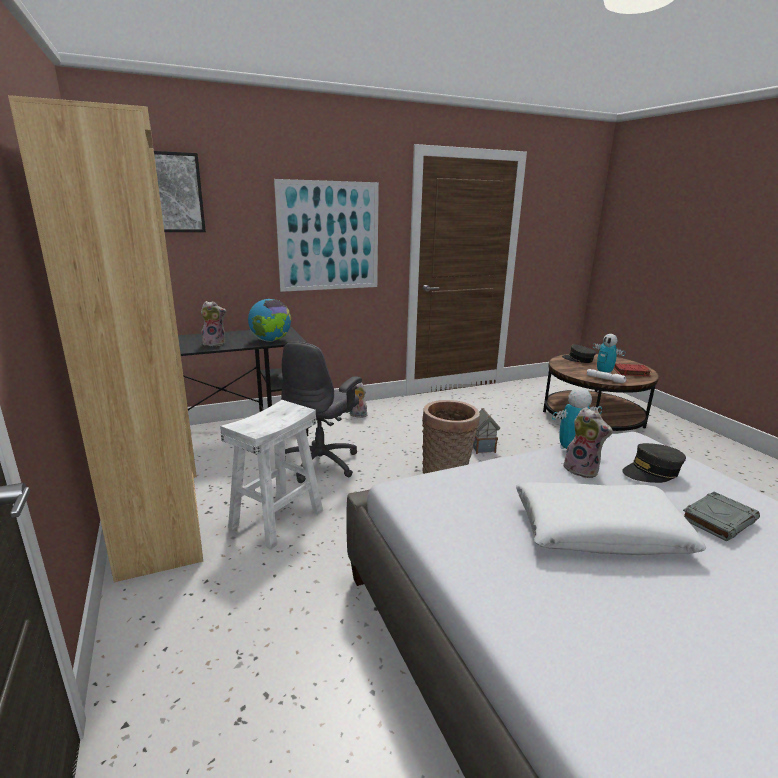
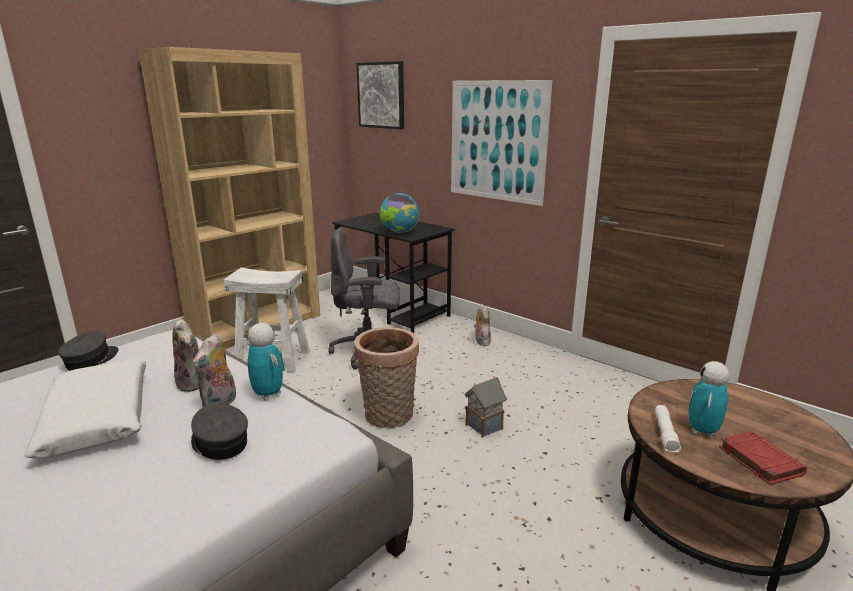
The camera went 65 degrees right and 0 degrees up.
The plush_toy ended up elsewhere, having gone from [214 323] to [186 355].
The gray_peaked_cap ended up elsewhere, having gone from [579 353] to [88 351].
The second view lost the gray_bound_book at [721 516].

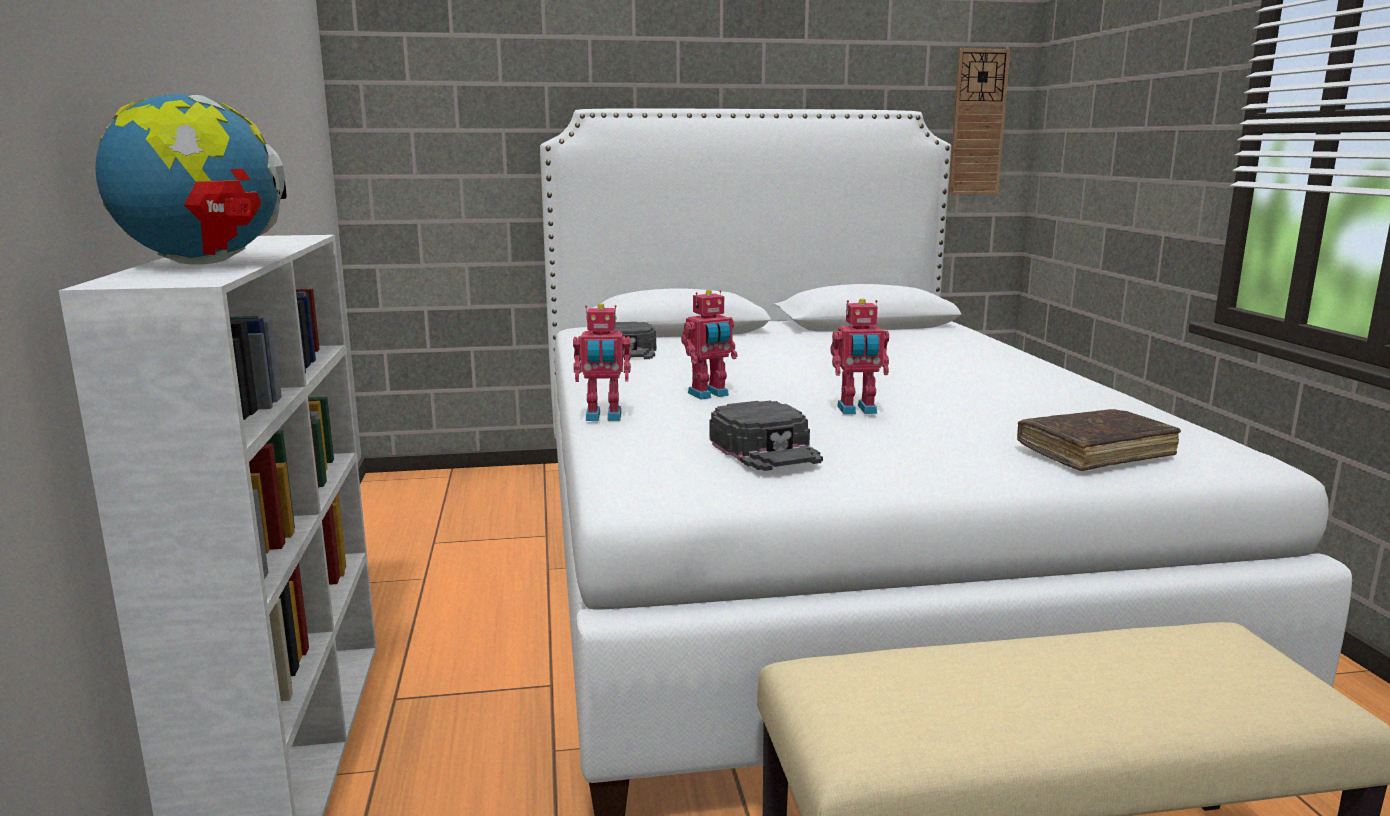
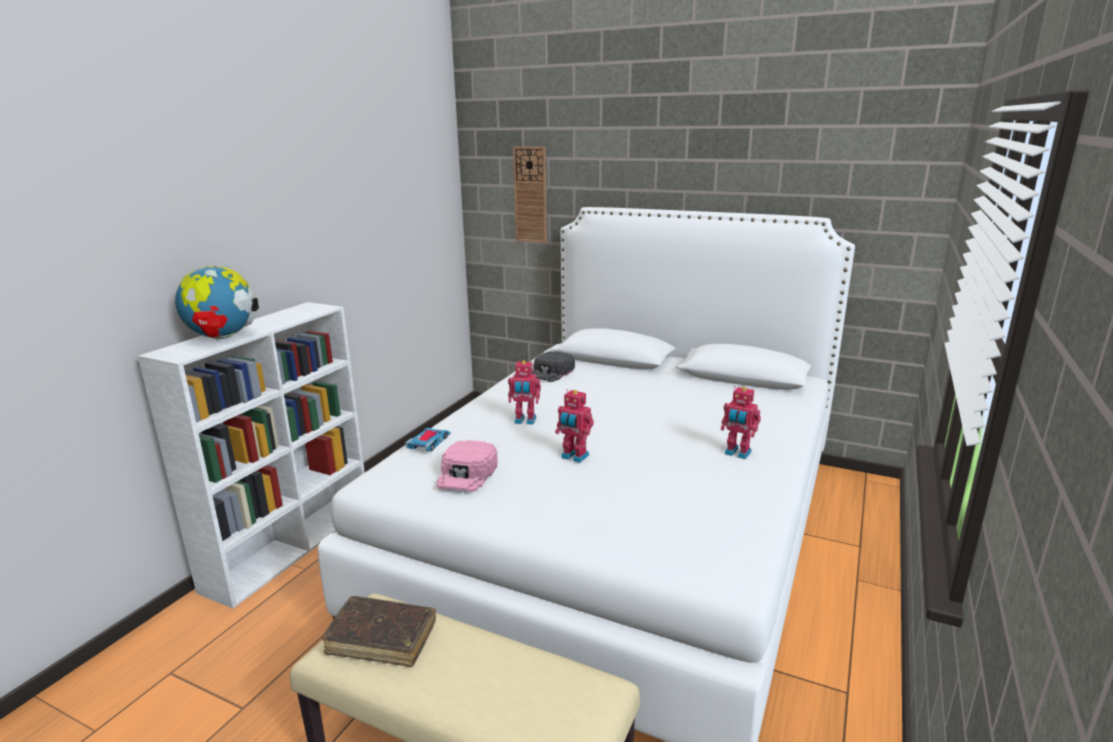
The camera went 35 degrees right and 5 degrees up.
The hanging_clock ended up elsewhere, having gone from [979 121] to [530 195].
The model_robot ended up elsewhere, having gone from [602 362] to [741 422].
What was the blackish_peaked_cap at [766 435] turned into the pinkish_peaked_cap at [467 466].
The brown-coloured_bound_book ended up elsewhere, having gone from [1099 440] to [379 631].
The second view gained the model_car at [428 440].

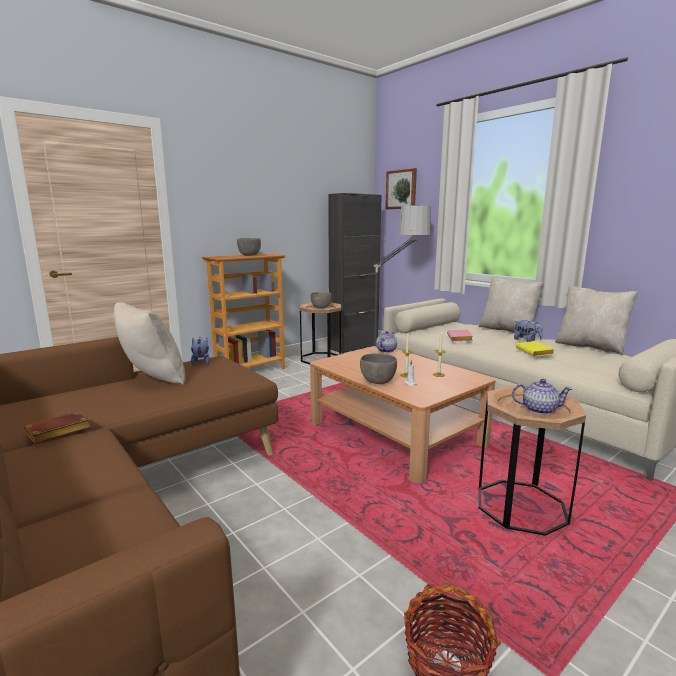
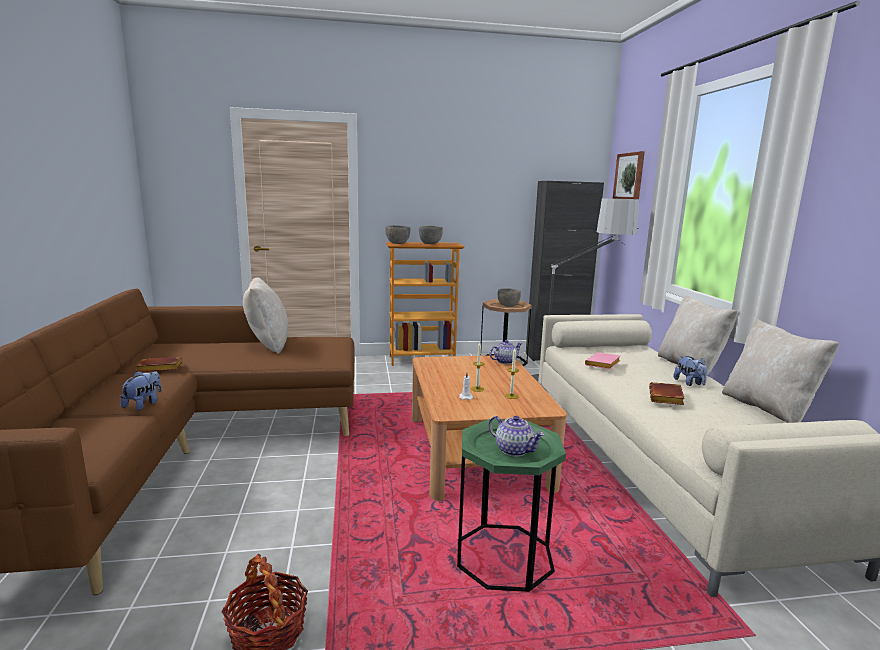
The camera went 30 degrees right and 0 degrees up.
The plush_toy ended up elsewhere, having gone from [200 351] to [141 390].
What was the yellowish_bound_book at [535 349] turned into the brown-coloured_bound_book at [667 393].
The gray_bowl ended up elsewhere, having gone from [378 368] to [397 234].
What was the brown-coloured_end_table at [532 461] turned into the greenish_end_table at [511 505].

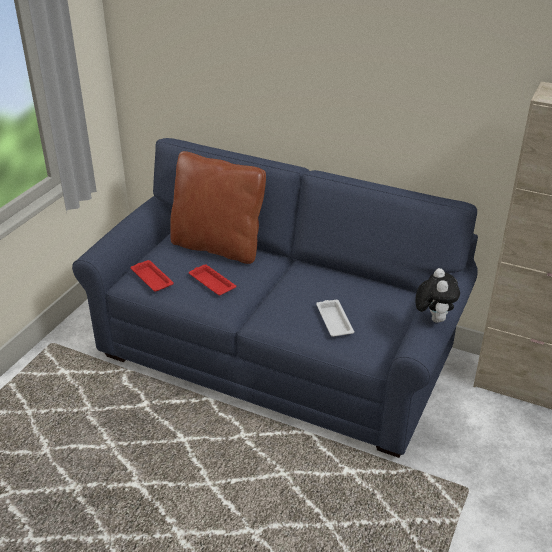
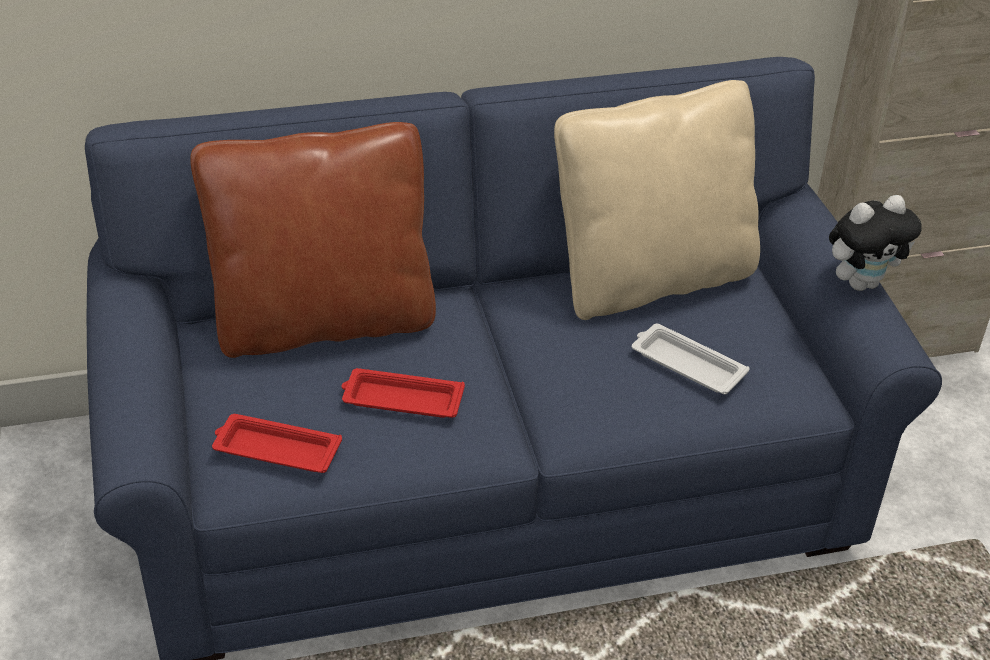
The camera went 40 degrees left and 5 degrees up.
The plush_toy at [438 295] ended up facing another way, 105 degrees clockwise from before.
The second view gained the sand-coloured_throw_pillow at [657 200].

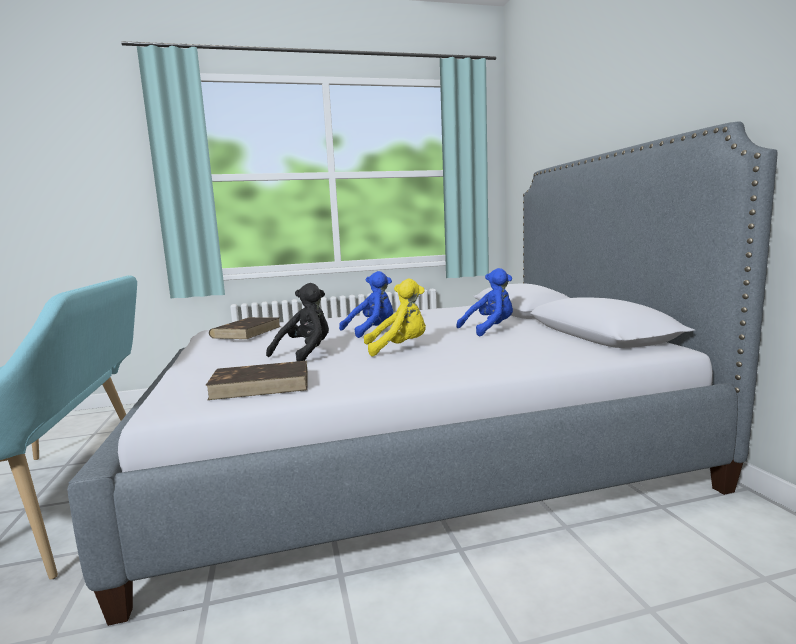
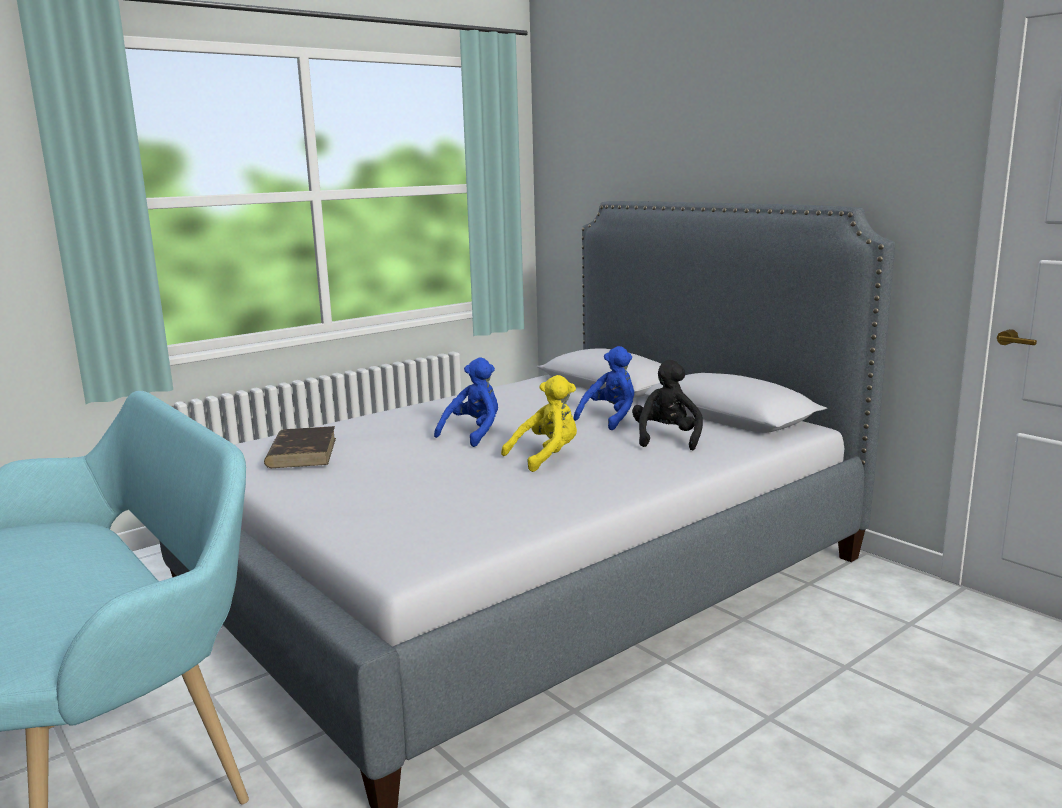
The camera went 25 degrees left and 5 degrees up.
The blackish_plush_toy ended up elsewhere, having gone from [297 322] to [667 405].
The second view lost the brown-coloured_bound_book at [256 380].

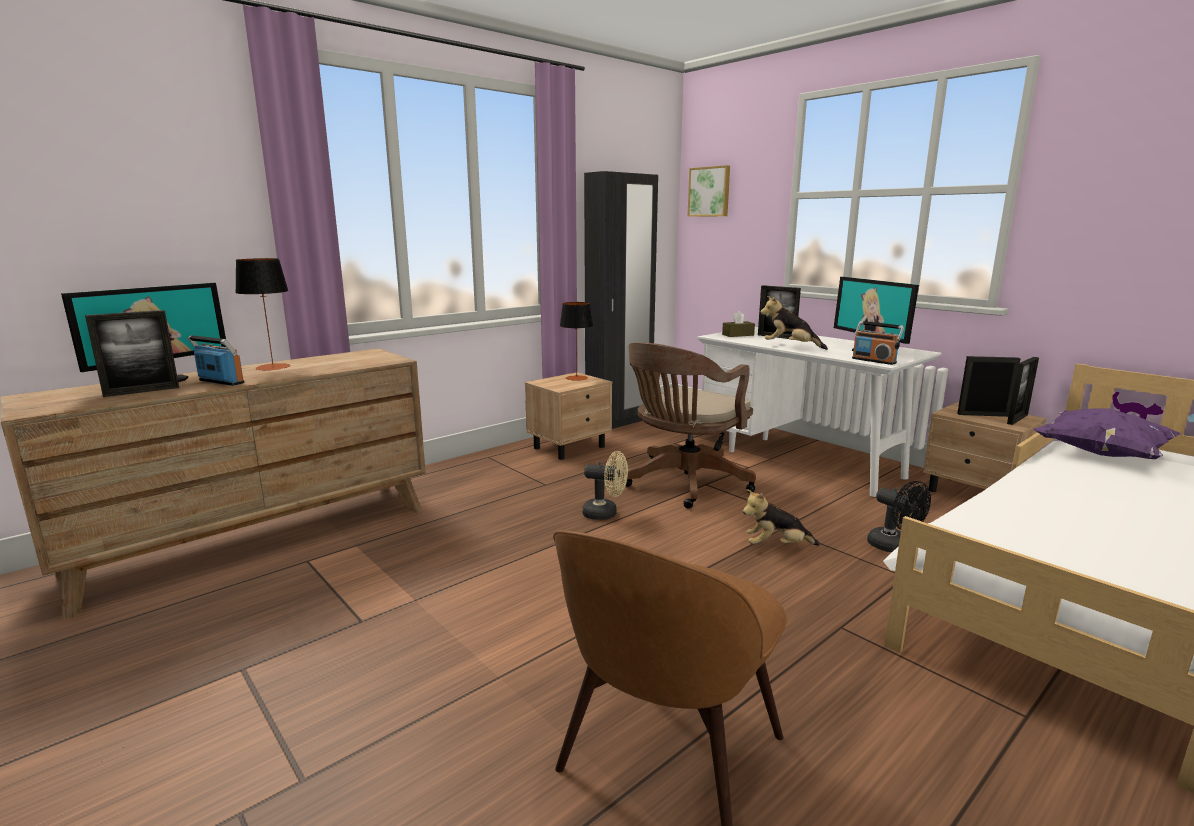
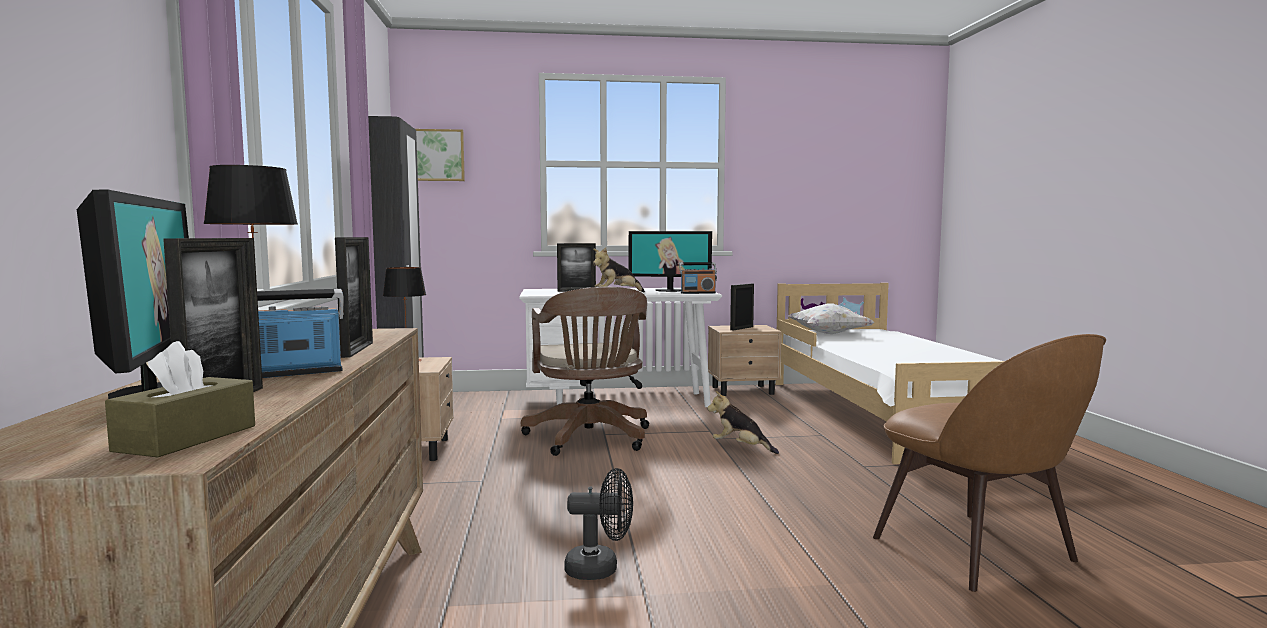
The camera went 55 degrees left and 10 degrees down.
The brown-coloured_tissue_holder ended up elsewhere, having gone from [738 324] to [180 399].
The picture_frame ended up elsewhere, having gone from [1023 391] to [354 297].
What was the purple-coloured_throw_pillow at [1107 433] turned into the whitish_throw_pillow at [831 318].
The second view lost the sand-coloured_cooling_fan at [605 485].
The blackish_cooling_fan ended up elsewhere, having gone from [899 516] to [598 524].
The plush_toy at [781 517] ended up facing another way, 90 degrees clockwise from before.

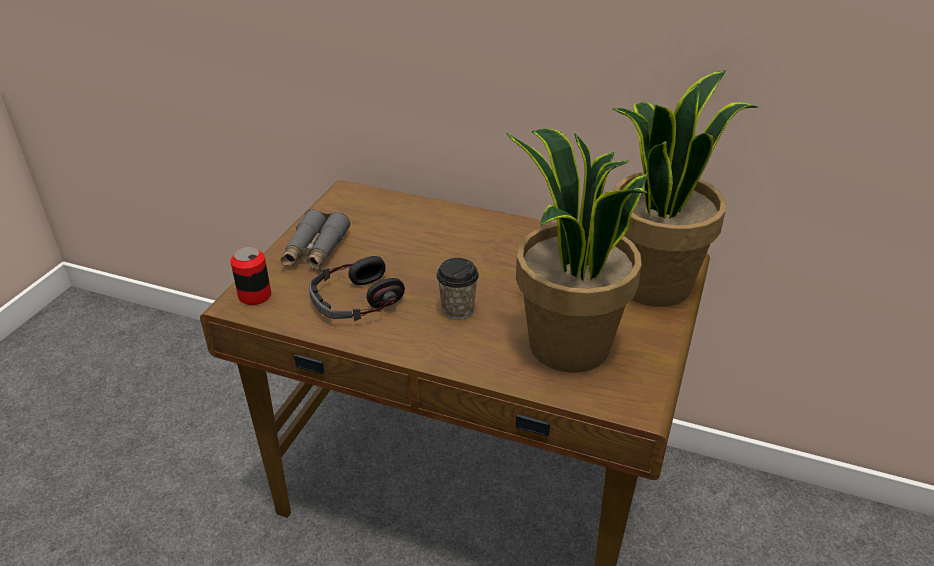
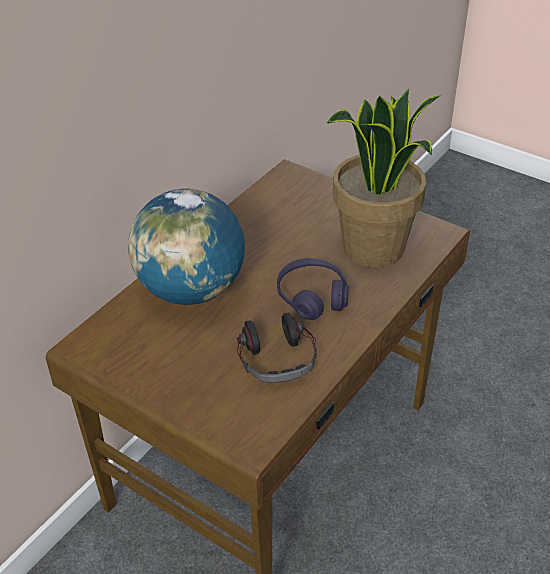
The camera went 75 degrees left and 5 degrees up.
The second view lost the potted_plant at [685 188].
The second view lost the gray_field_glasses at [315 239].
The second view lost the metal_can at [251 276].
Where the cup stood at [457 289], the purple-coloured_headset came to stand at [313 289].
The second view gained the desk_globe at [186 246].

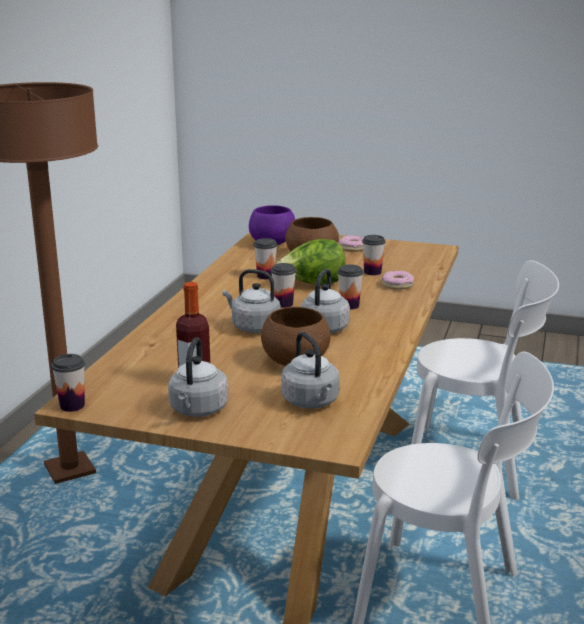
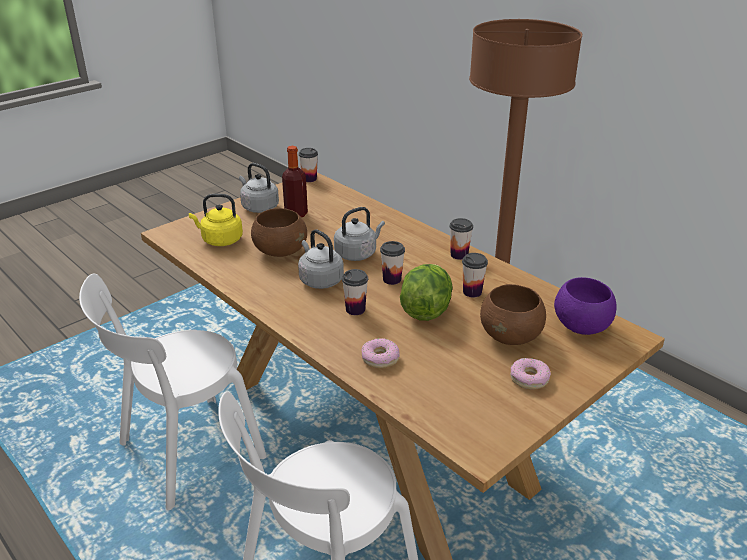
The camera went 120 degrees right and 10 degrees up.
The cup ended up elsewhere, having gone from [373 255] to [461 239].
What was the gray_tea_kettle at [310 370] turned into the yellowish_tea_kettle at [216 220].

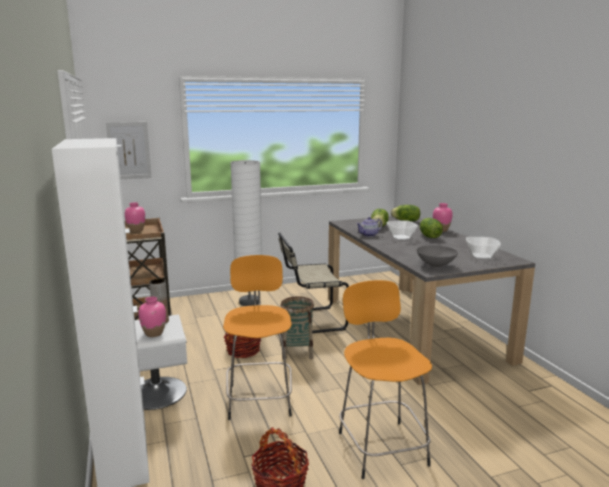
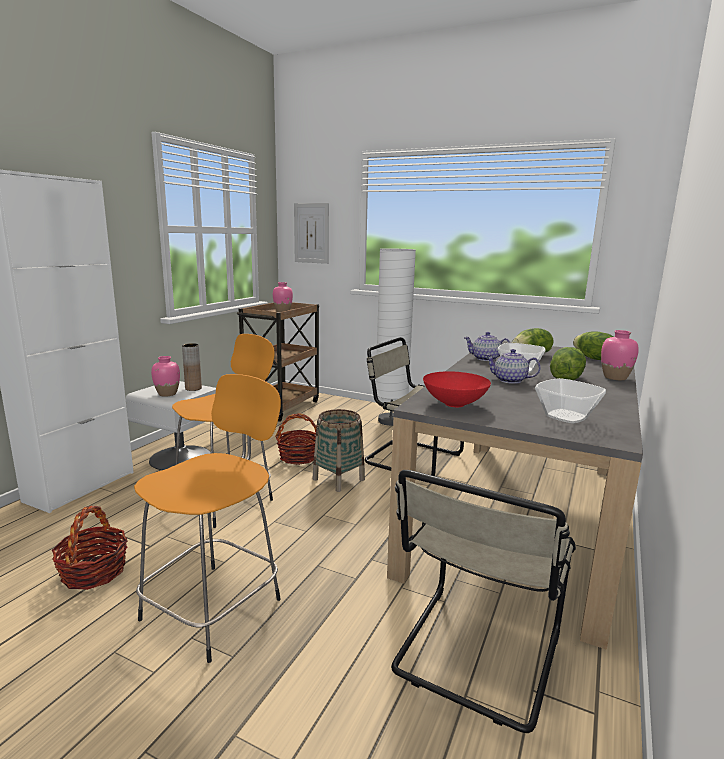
The camera went 45 degrees right and 0 degrees up.
What was the gray_bowl at [437 256] turned into the reddish_bowl at [457 389].
The second view gained the tea_pot at [513 366].
The second view gained the sand-coloured_plain_chair at [483 601].

